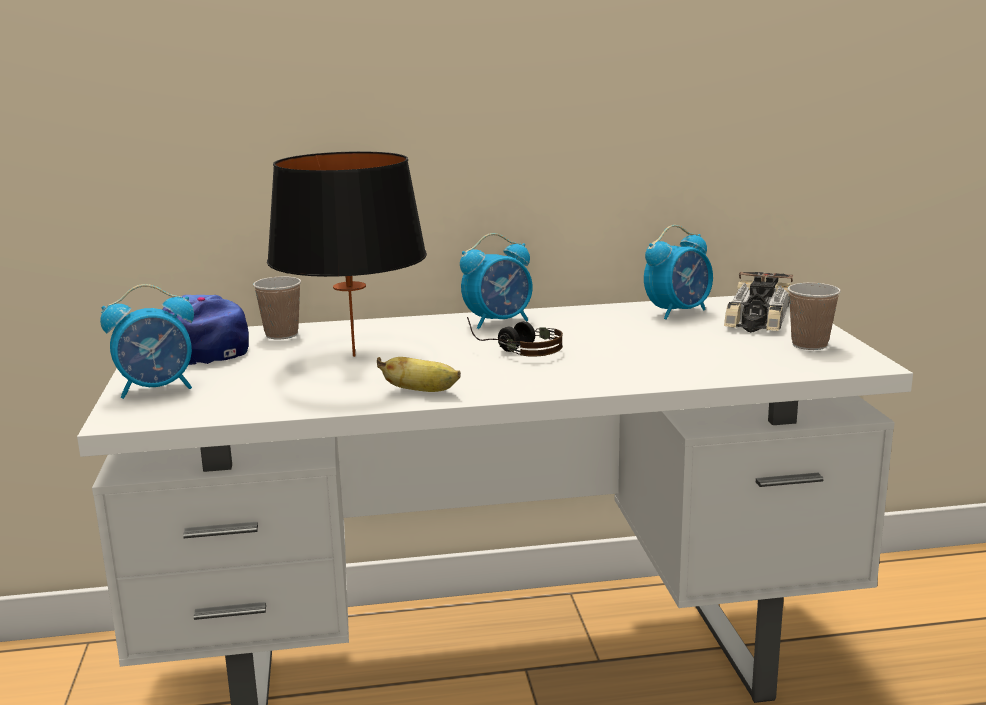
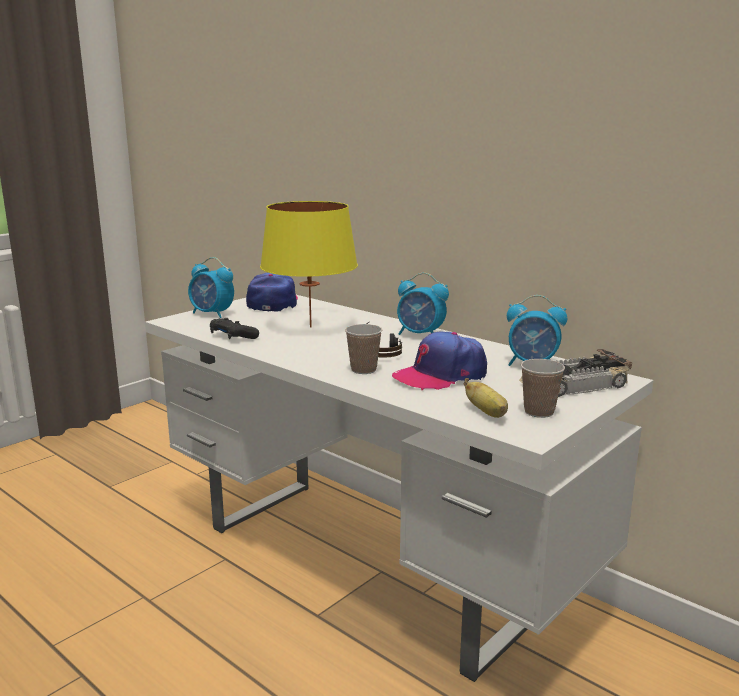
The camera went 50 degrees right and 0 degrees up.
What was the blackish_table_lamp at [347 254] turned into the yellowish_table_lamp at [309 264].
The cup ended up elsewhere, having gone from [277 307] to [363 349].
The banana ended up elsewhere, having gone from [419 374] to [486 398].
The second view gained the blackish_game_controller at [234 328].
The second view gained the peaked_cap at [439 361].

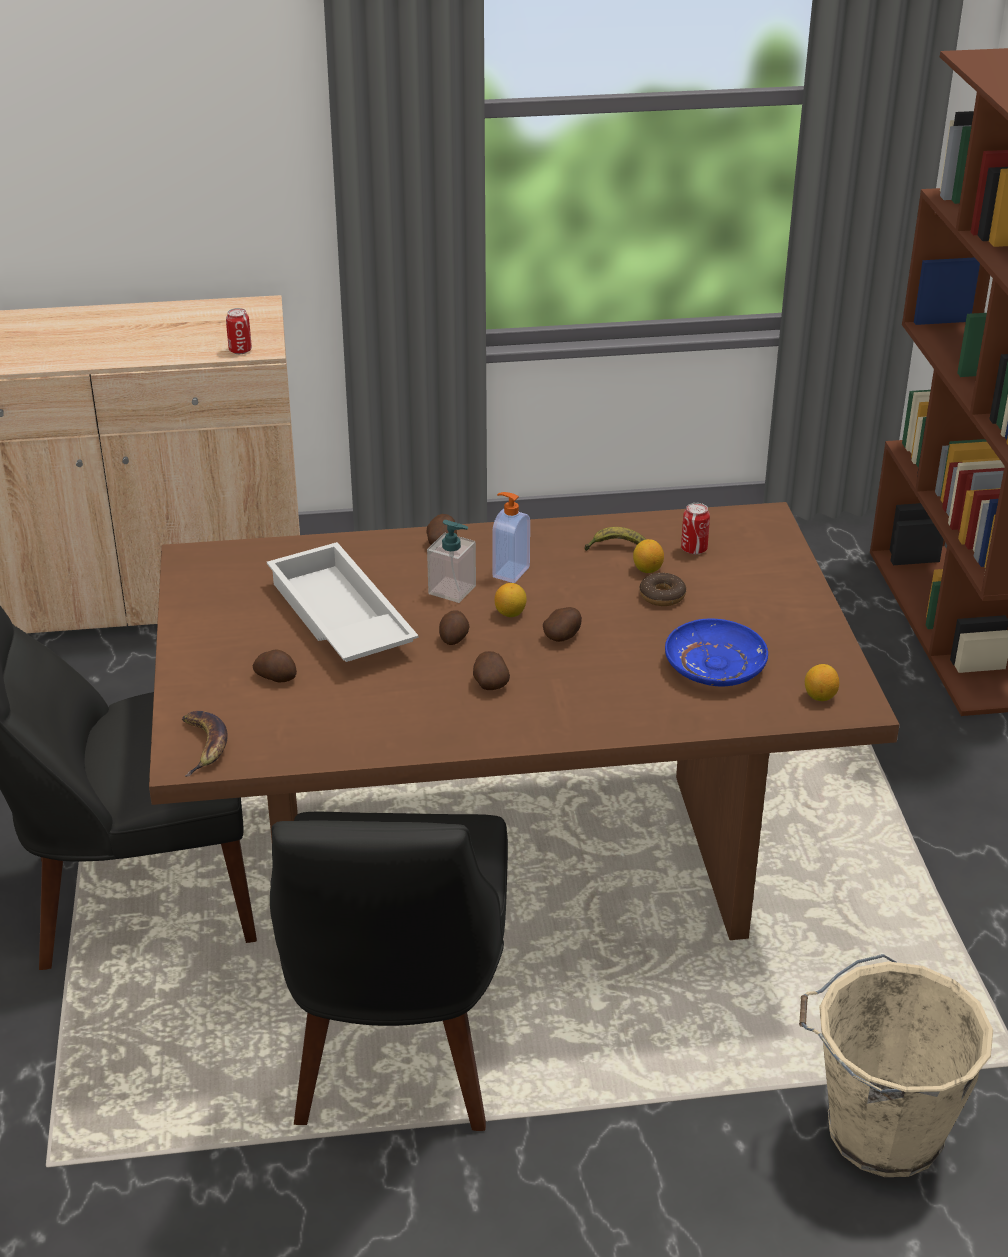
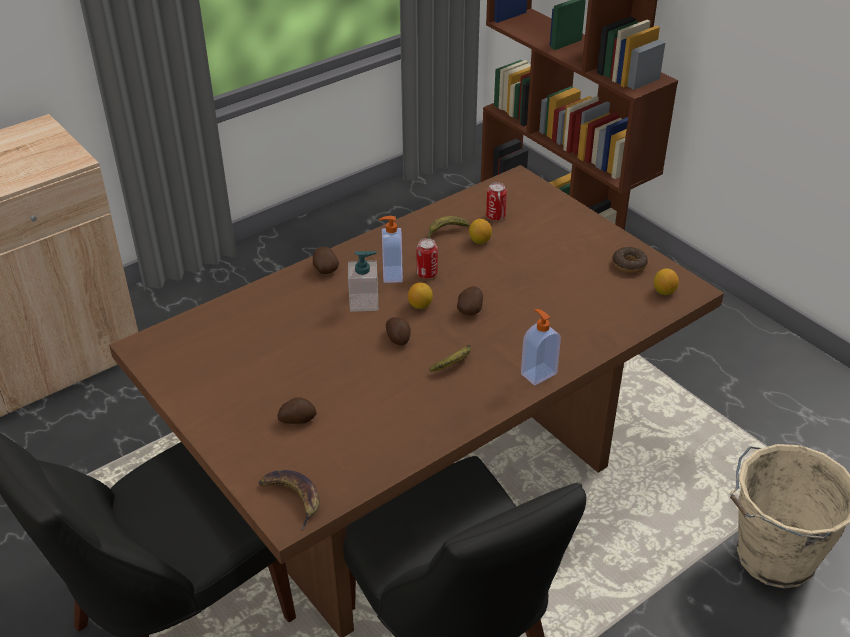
The camera went 30 degrees left and 5 degrees up.
The metal_can ended up elsewhere, having gone from [239 331] to [427 258].
The second view lost the whitish_serving_tray at [343 602].
The donut ended up elsewhere, having gone from [662 589] to [630 260].
The second view lost the blue_dinner_plate at [716 653].
Where the whole_potato stood at [491 670], the banana came to stand at [450 358].
The second view gained the soap_dispenser at [541 347].

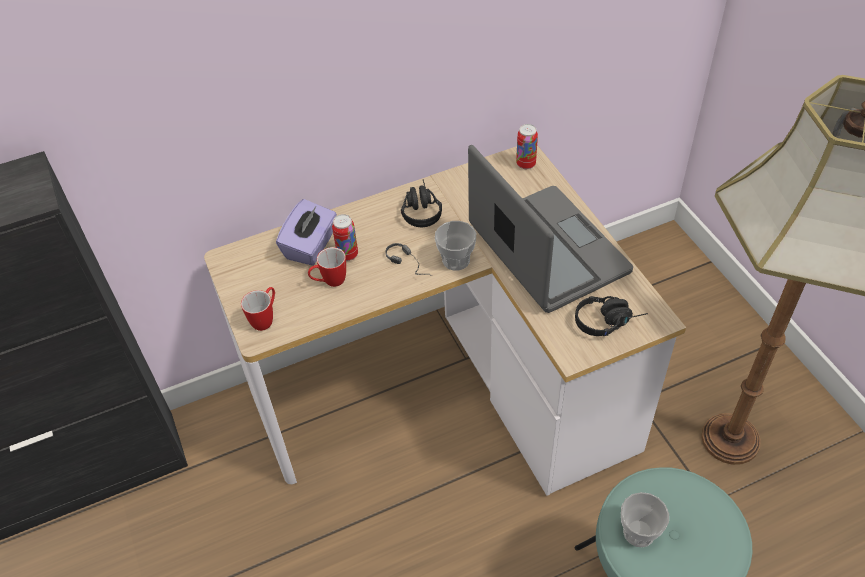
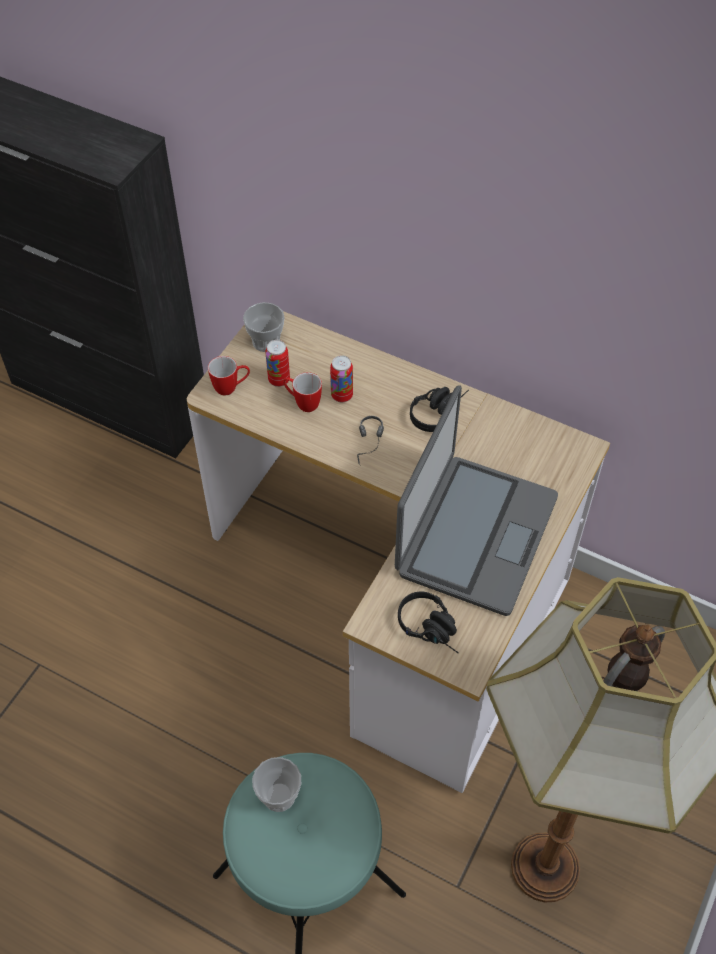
The camera went 50 degrees right and 5 degrees up.
The metal_can ended up elsewhere, having gone from [527 146] to [278 363].
The second view lost the purple-coloured_tissue_holder at [306 232].
The cup ended up elsewhere, having gone from [455 246] to [264 327].

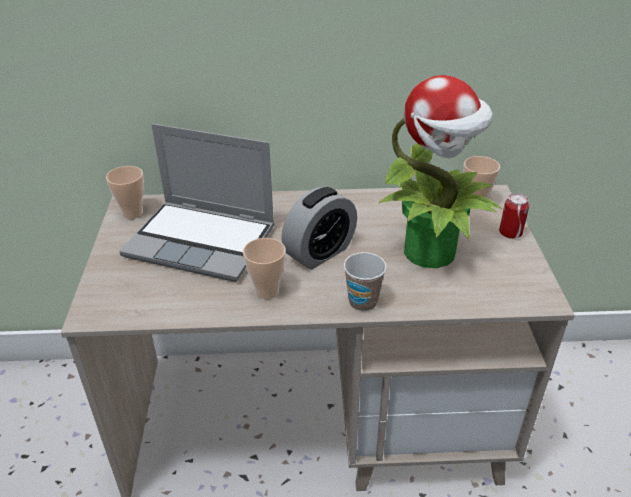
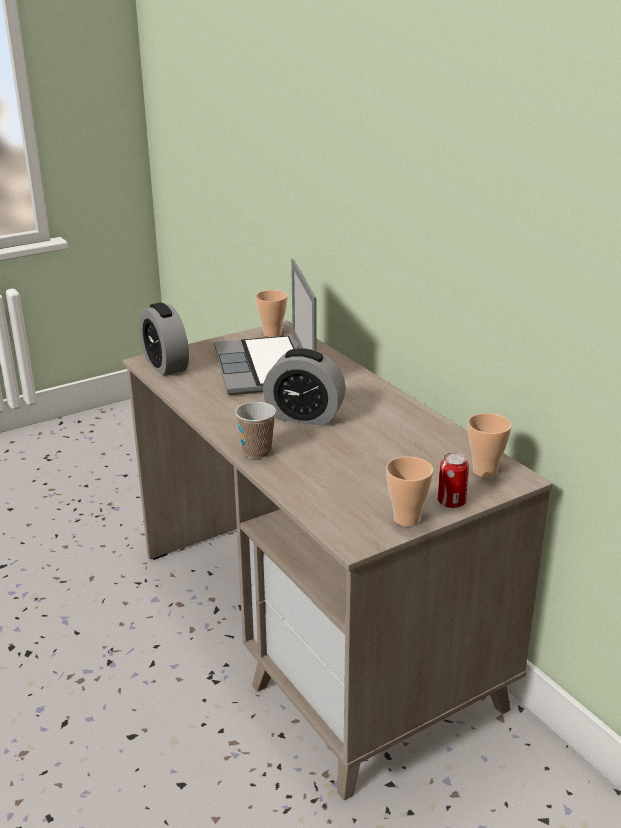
The camera went 60 degrees right and 10 degrees down.
The second view lost the potted_plant at [440 171].
The cup ended up elsewhere, having gone from [264 268] to [410 492].
The second view gained the bedside_clock at [164 339].

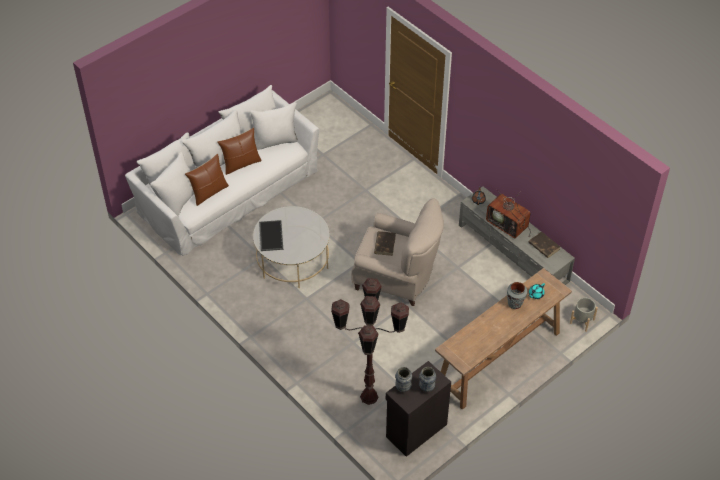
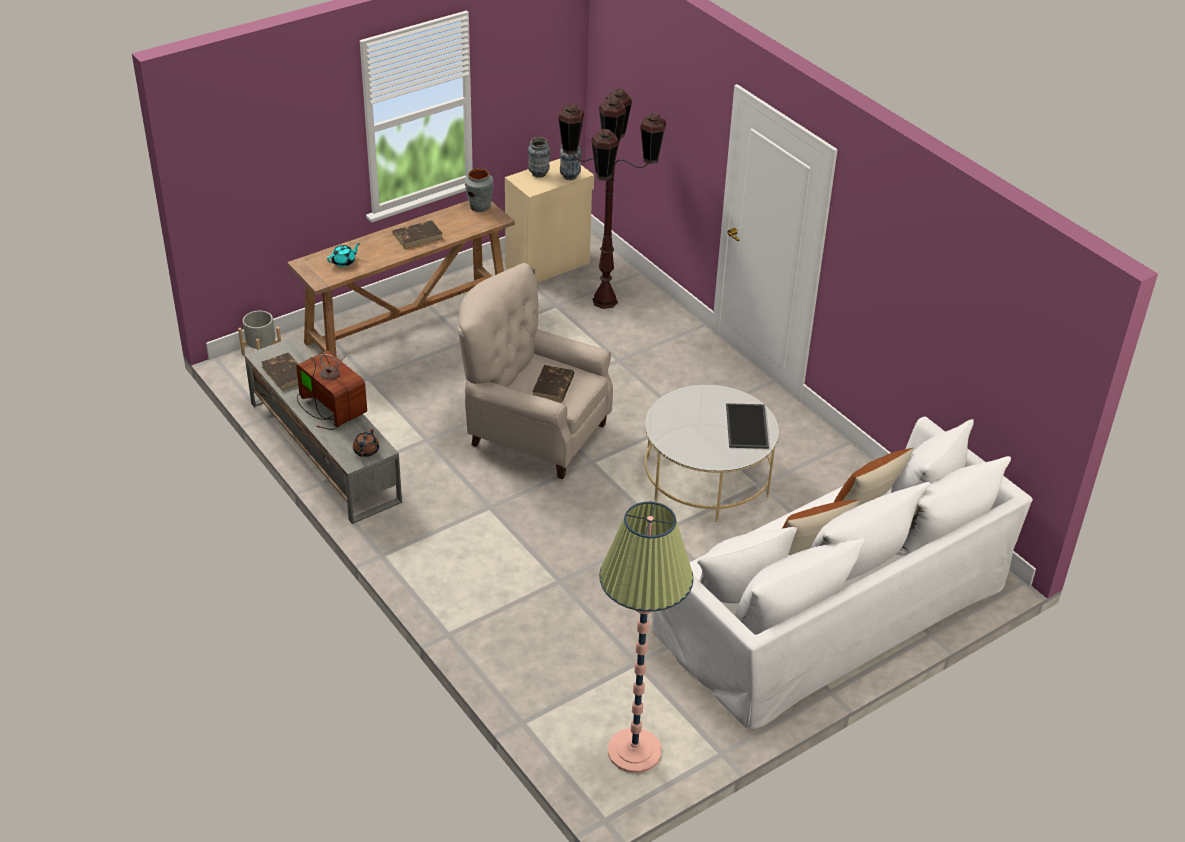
The camera went 175 degrees left and 10 degrees down.
The gray_decorative_vase ended up elsewhere, having gone from [517 295] to [479 190].
What was the blackish_cupboard at [418 409] turned into the sand-coloured_cupboard at [549 221].
The second view gained the brown-coloured_bound_book at [418 234].
The second view gained the standard_lamp at [646 637].

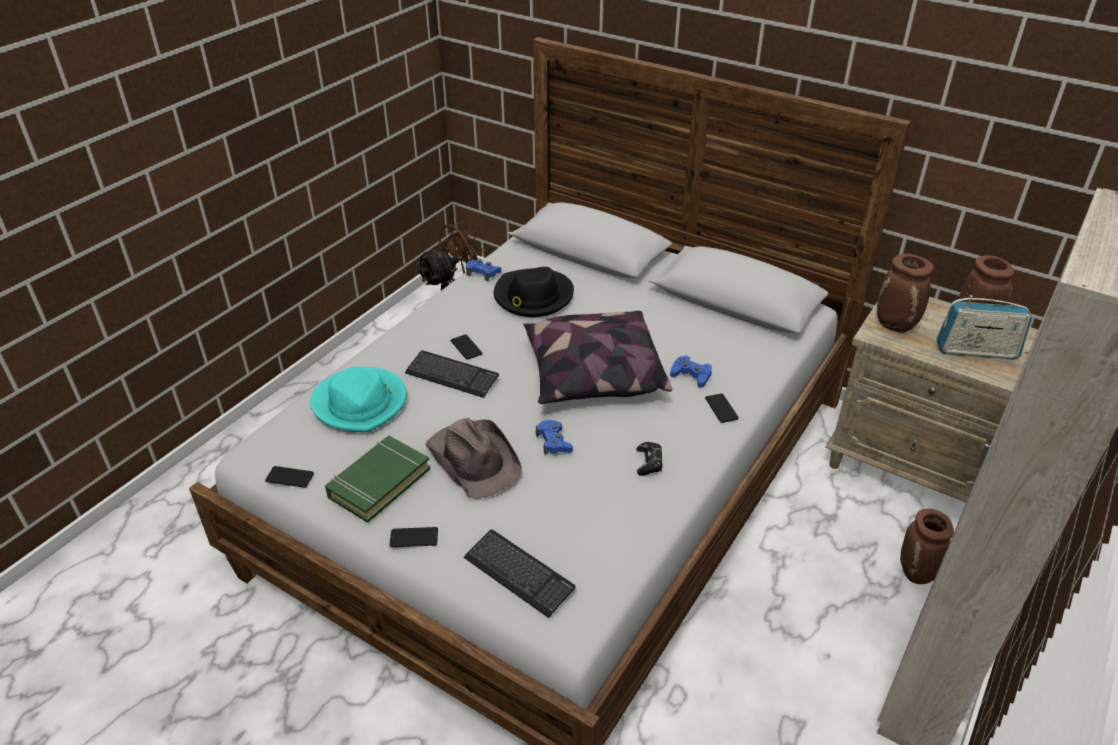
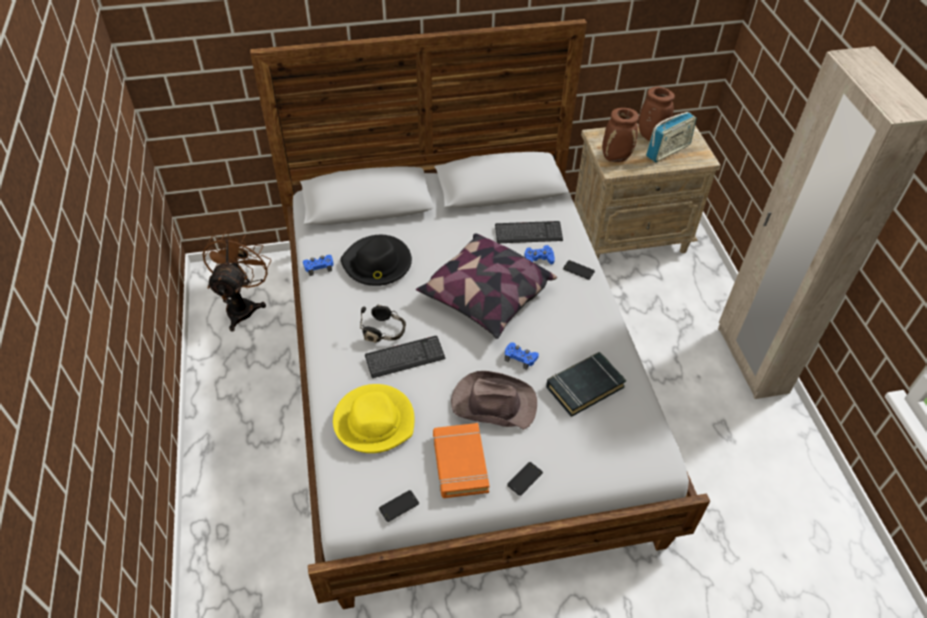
The camera went 45 degrees left and 10 degrees up.
Where the telephone stood at [466 347], the blackish_headset came to stand at [383 323].
What was the turquoise_clothing_hat at [358 399] turned into the yellowish_clothing_hat at [373 418].
What was the greenish_bound_book at [377 479] turned into the orange-coloured_bound_book at [461 460].
The second view lost the blackish_game_controller at [649 459].
The second view lost the brown-coloured_decorative_vase at [927 546].
The PC_keyboard ended up elsewhere, having gone from [520 573] to [529 232].
The second view gained the blackish_bound_book at [586 384].

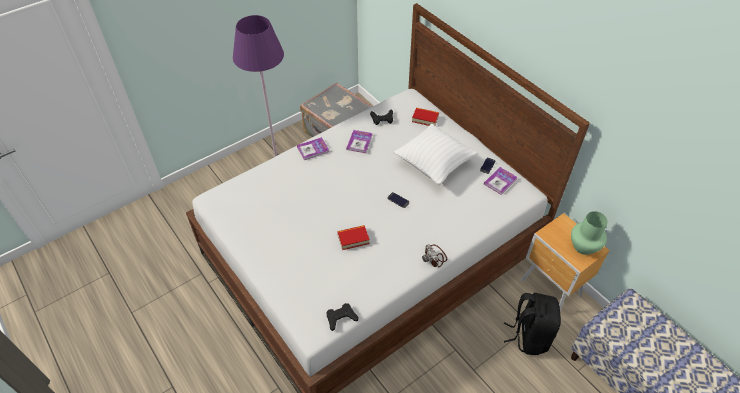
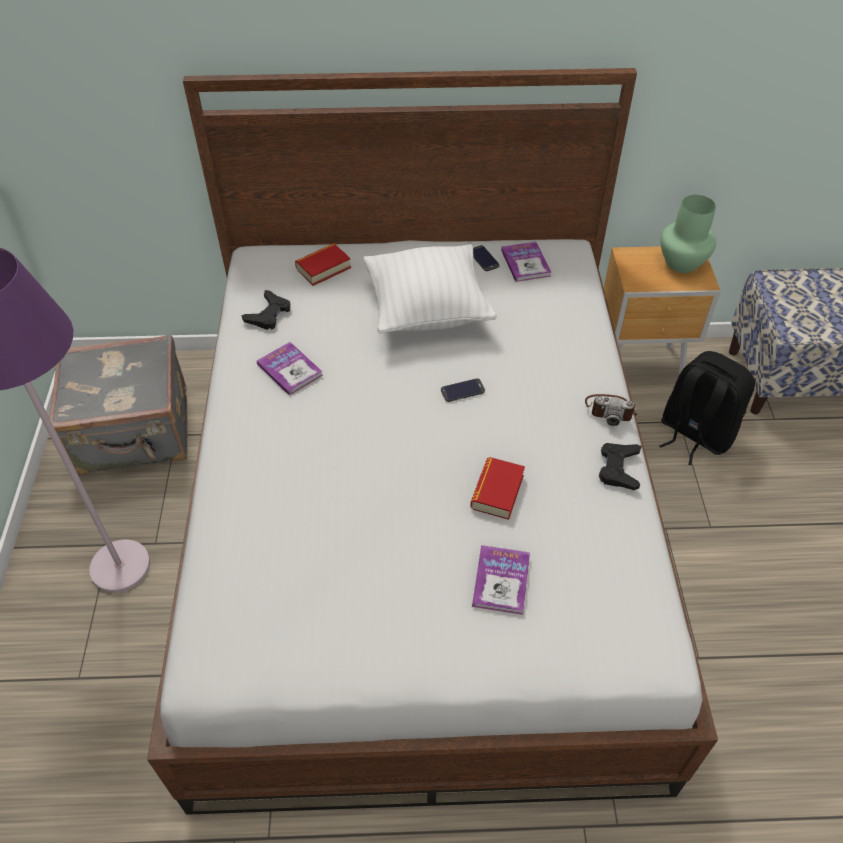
The camera went 55 degrees left and 0 degrees up.
The bound_book ended up elsewhere, having gone from [313 148] to [501 580].
The blackish_game_controller ended up elsewhere, having gone from [343 317] to [620 466].

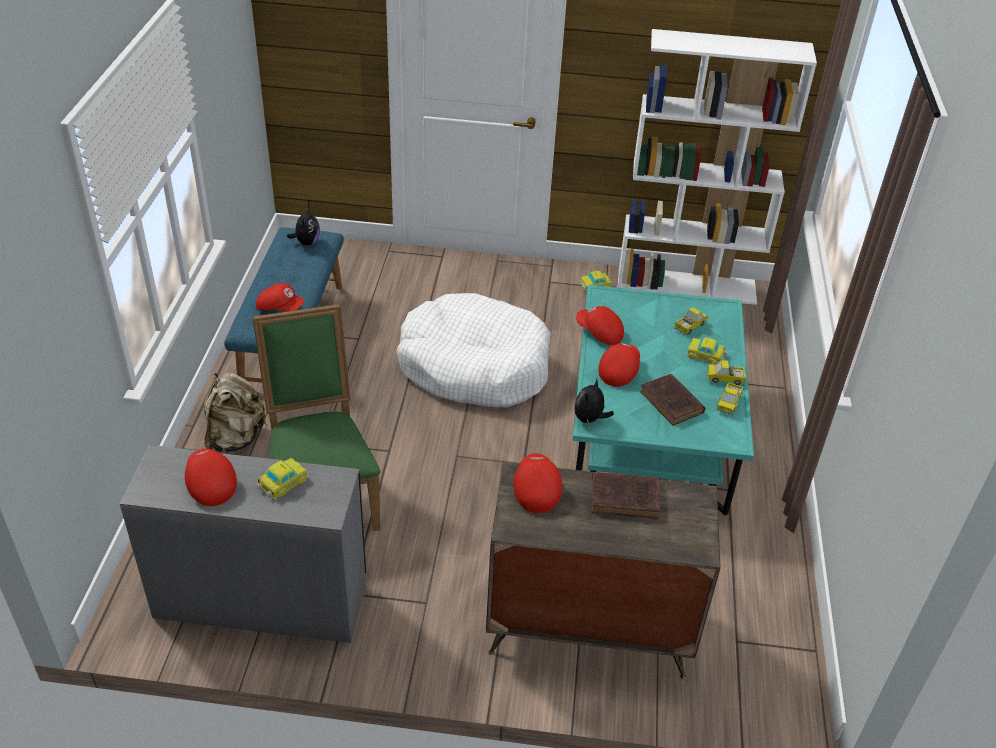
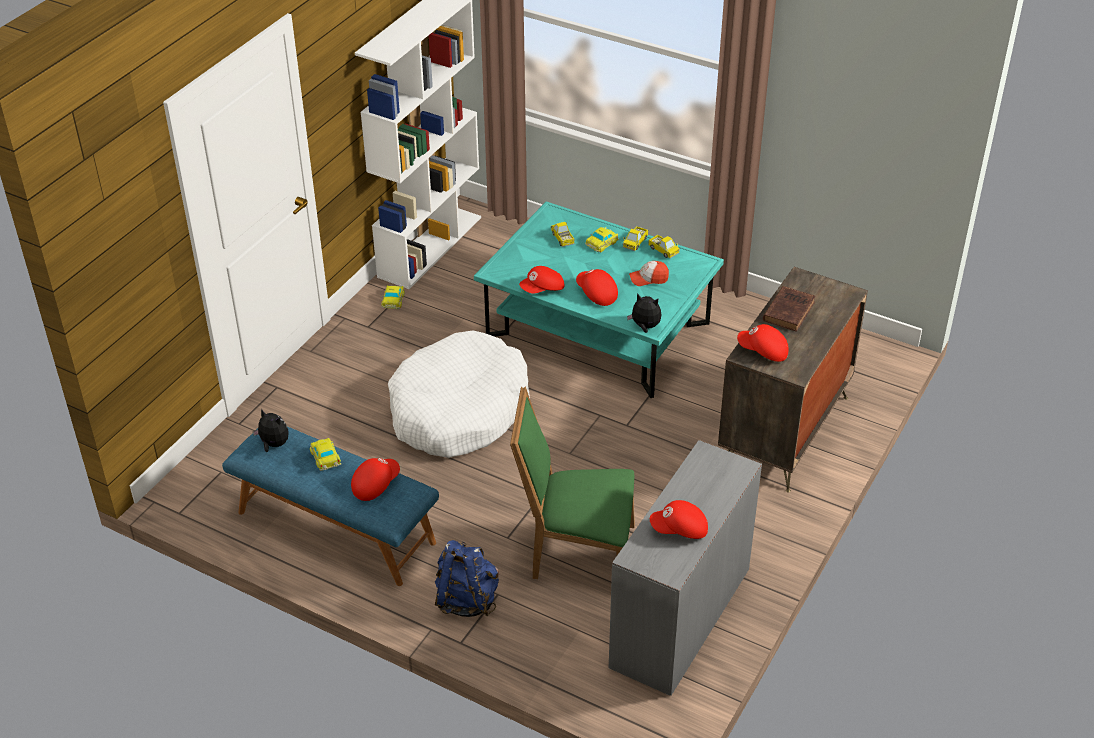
The camera went 65 degrees left and 0 degrees up.
What was the sand-coloured_rucksack at [235 413] turned into the blue_rucksack at [467 578].
Where the brown-coloured_bound_book stood at [672 400], the peaked_cap came to stand at [649 273].
The plush_toy at [594 402] ended up facing another way, 150 degrees clockwise from before.
The model_car ended up elsewhere, having gone from [282 479] to [325 454].

